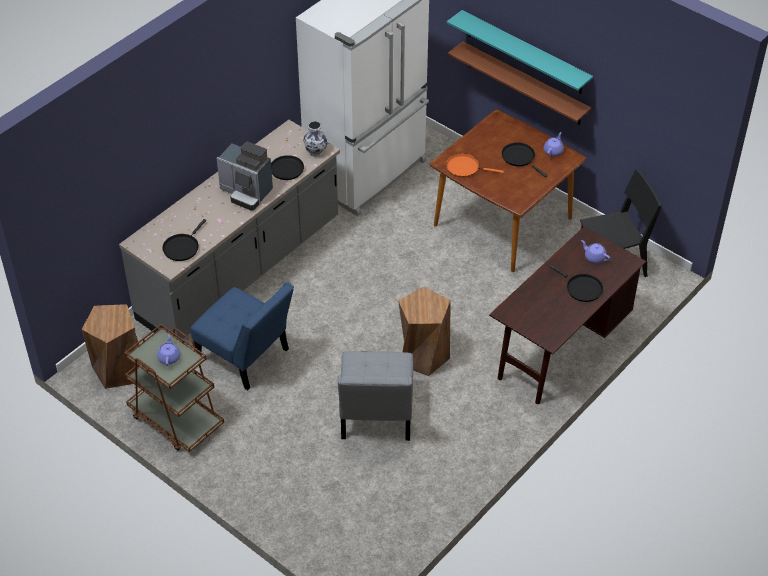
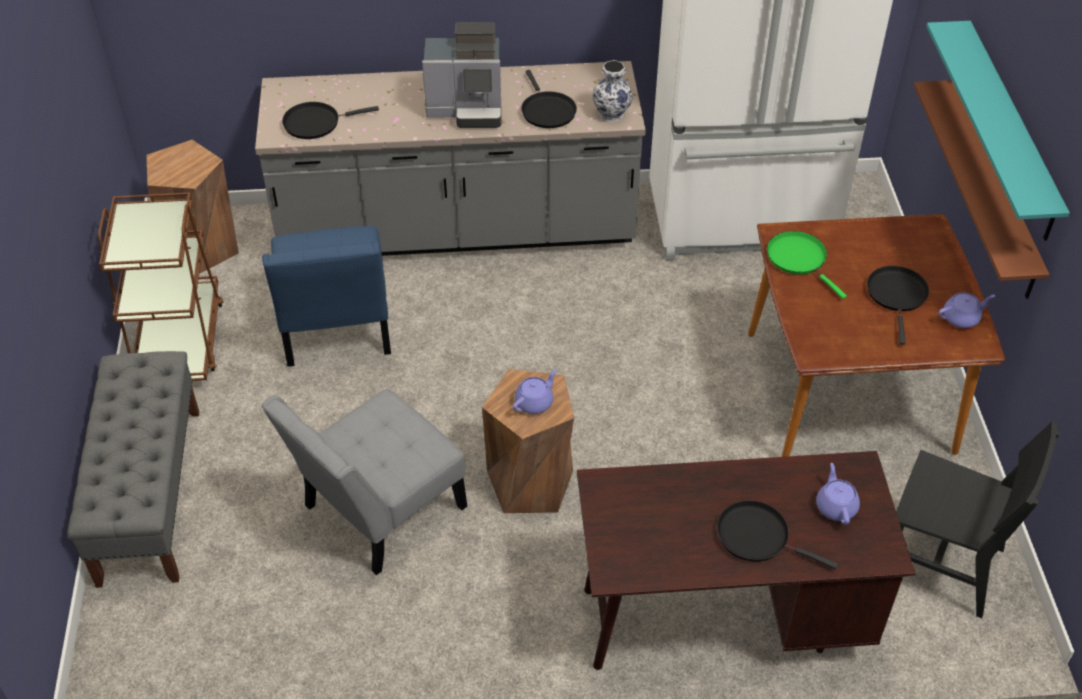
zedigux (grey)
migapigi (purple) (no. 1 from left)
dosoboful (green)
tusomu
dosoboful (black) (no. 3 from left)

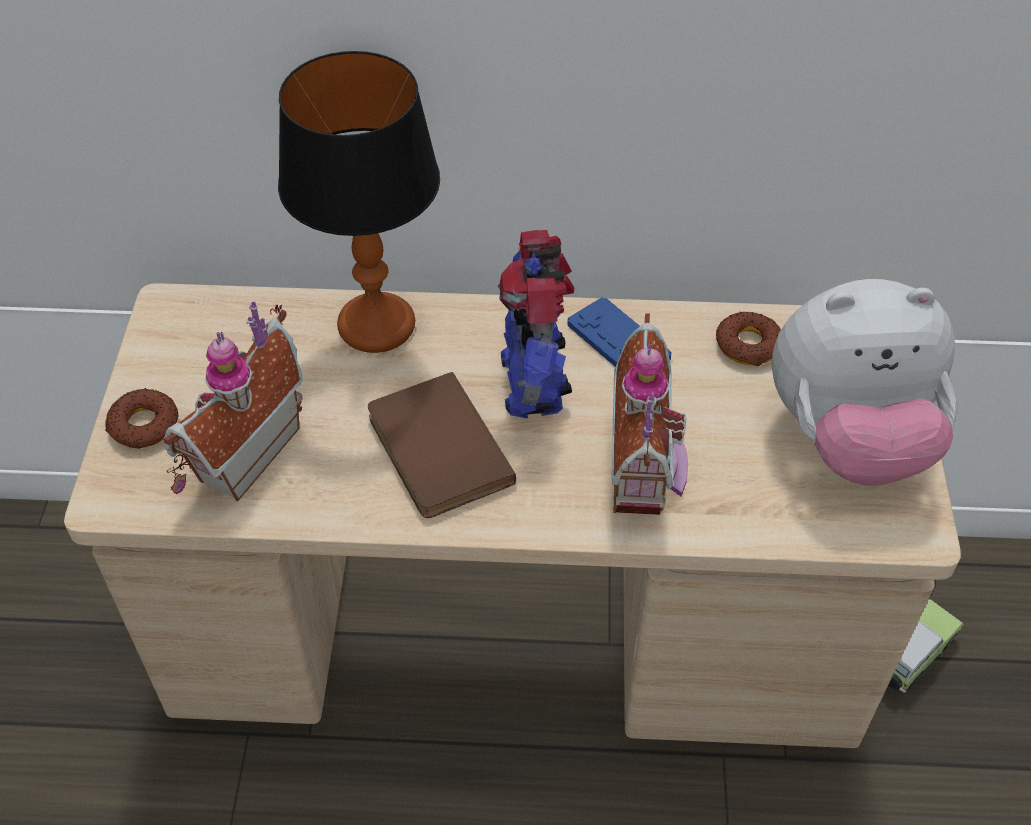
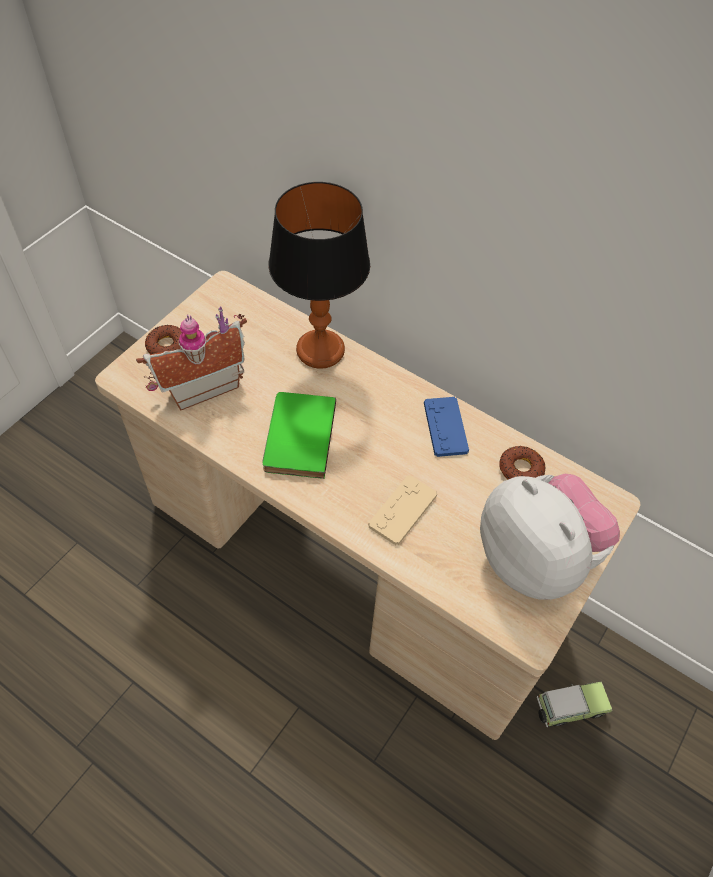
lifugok
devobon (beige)
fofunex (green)
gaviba

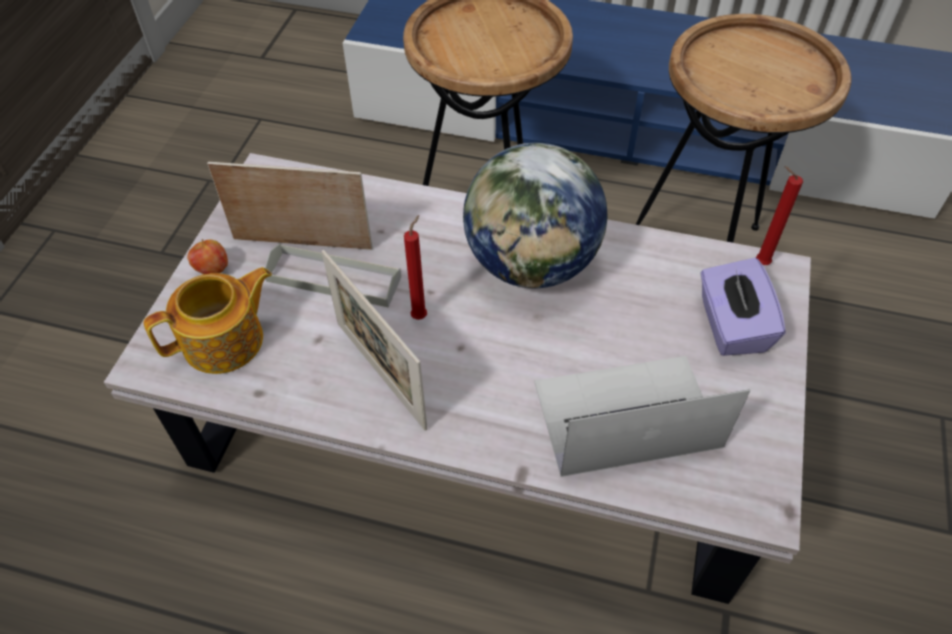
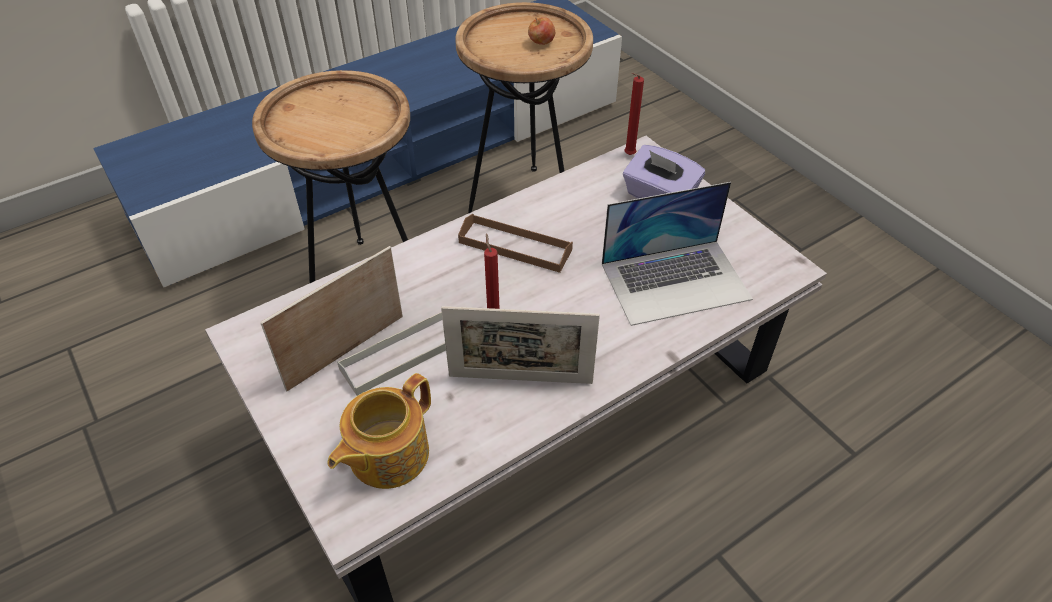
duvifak
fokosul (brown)
migapigi
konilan

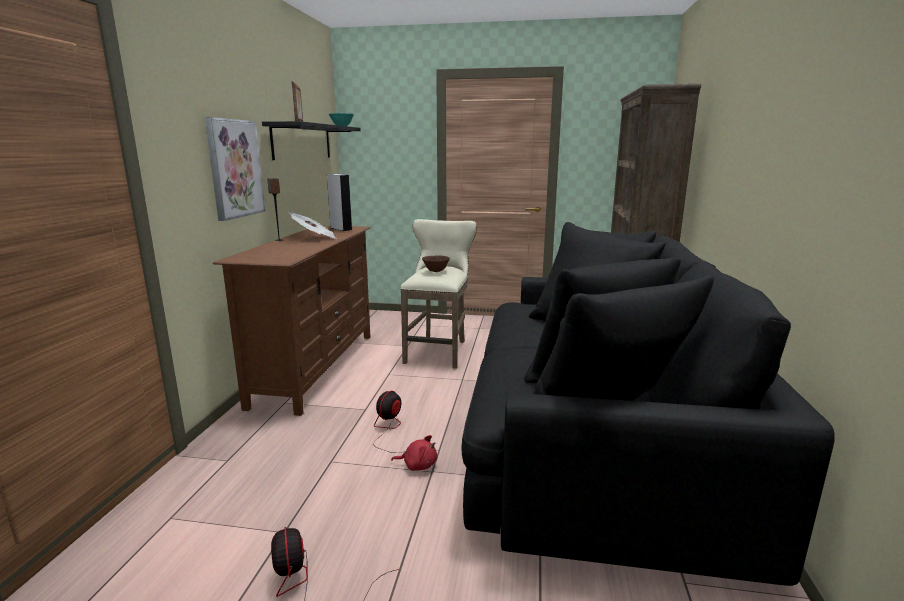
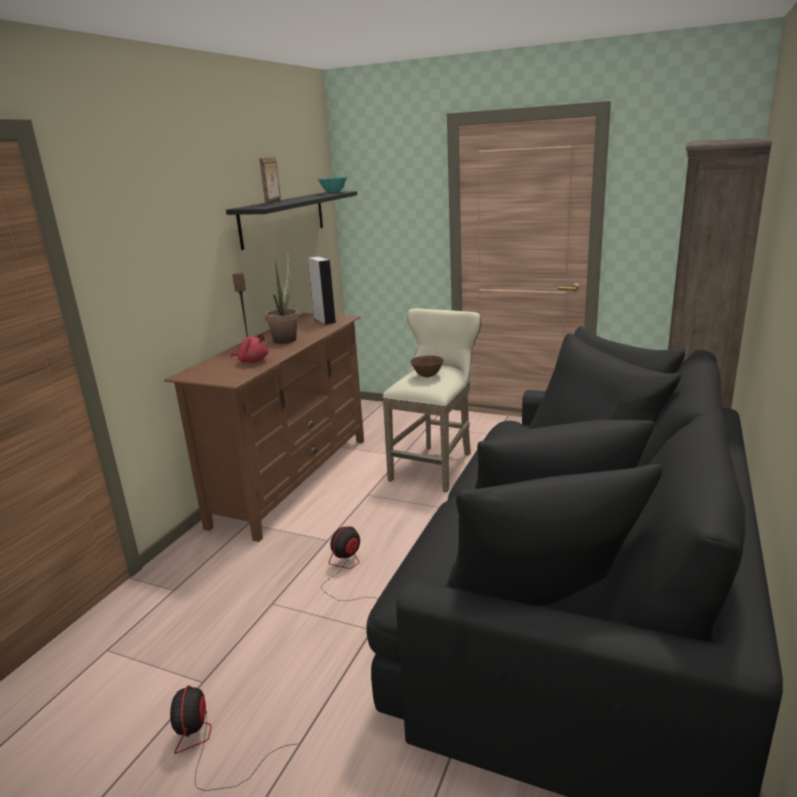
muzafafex
gaviba (red)
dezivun

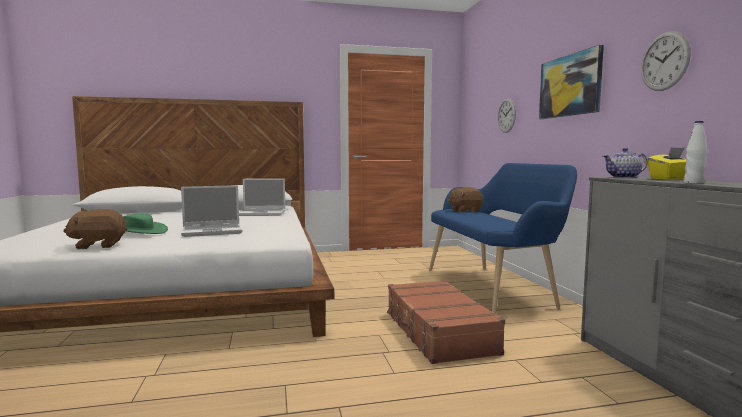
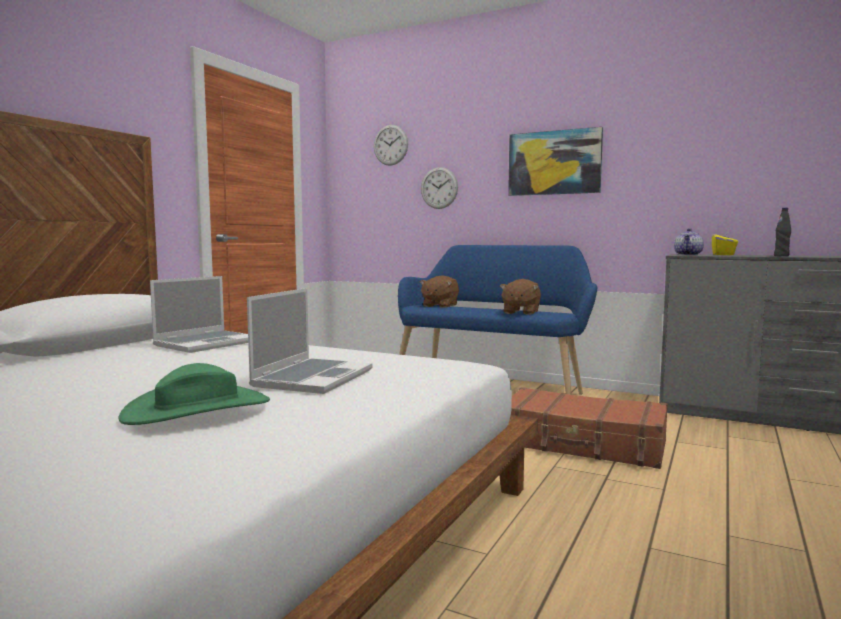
gaviba (brown) (no. 2 from left)
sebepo (no. 1 from left)
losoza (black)

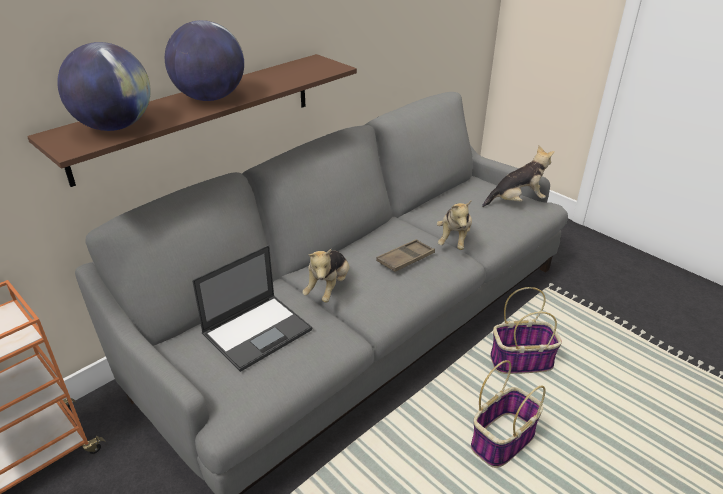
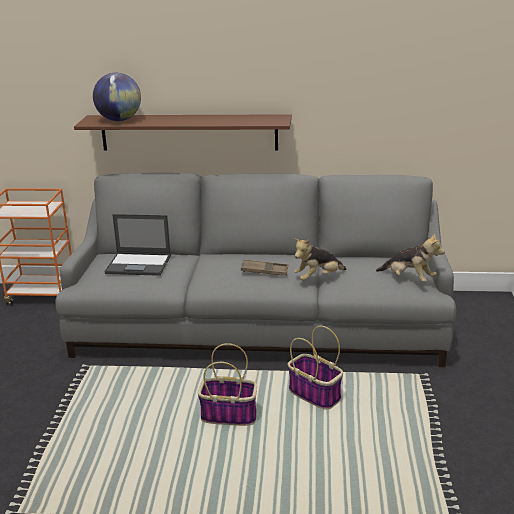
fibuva (no. 2 from left in the first image)
gaviba (no. 1 from left in the first image)

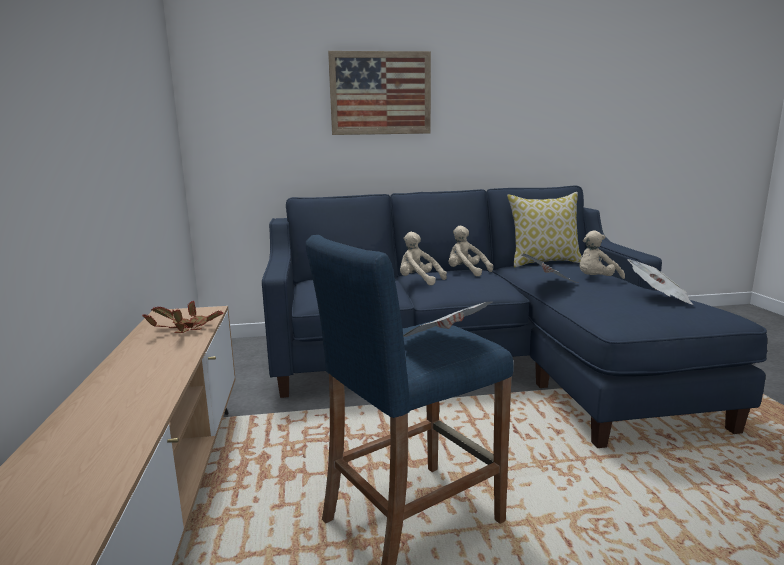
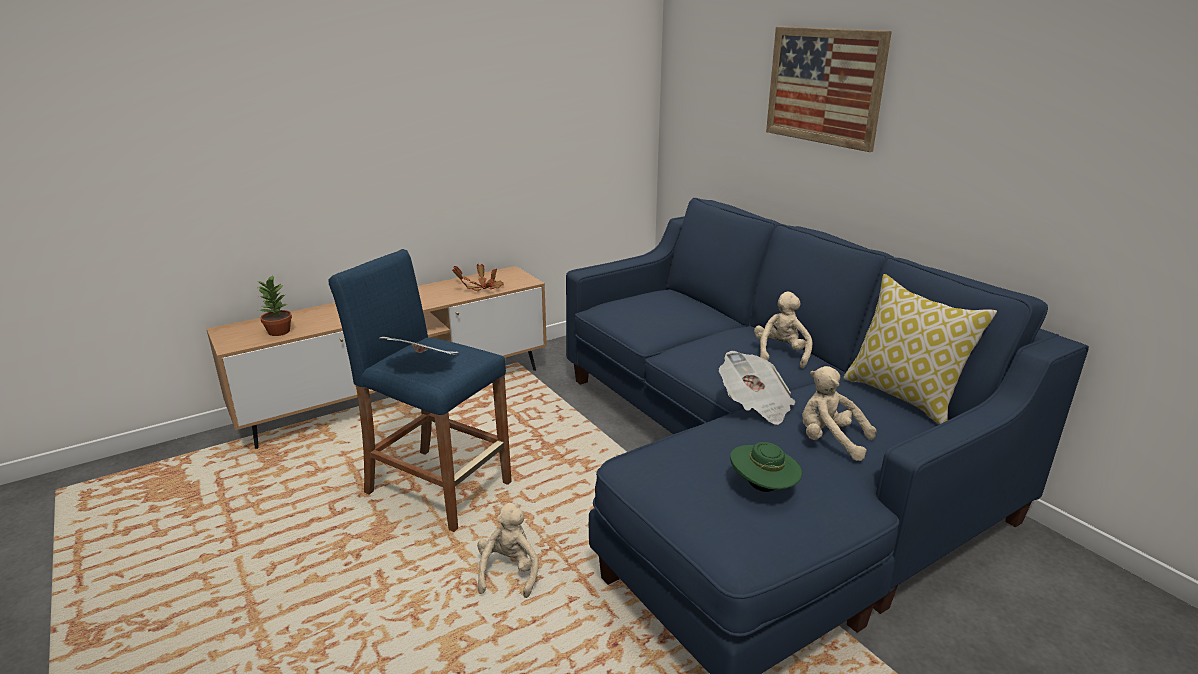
dezivun (no. 1 from left)
gaviba (beige) (no. 1 from left)
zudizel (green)

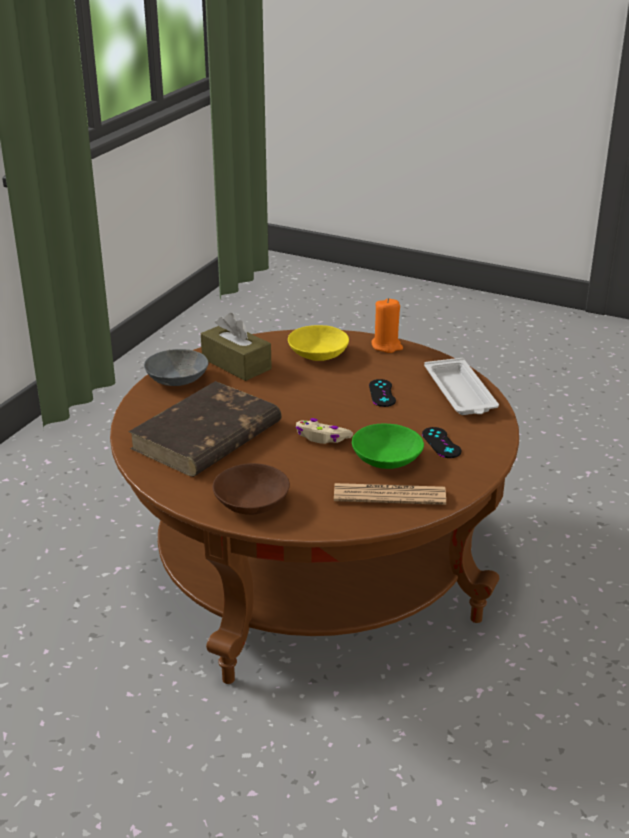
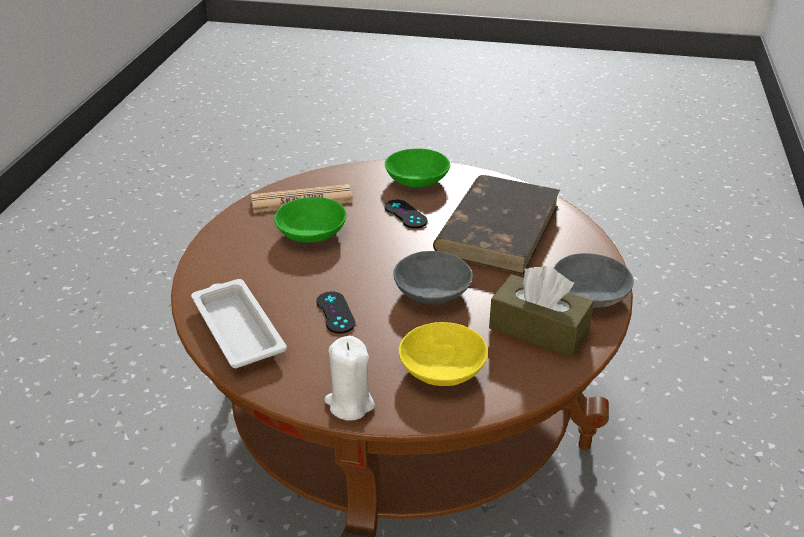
devobon (beige)
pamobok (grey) (no. 1 from left)
devobon (black) (no. 2 from left)
pamobok (green) (no. 2 from left)
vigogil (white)

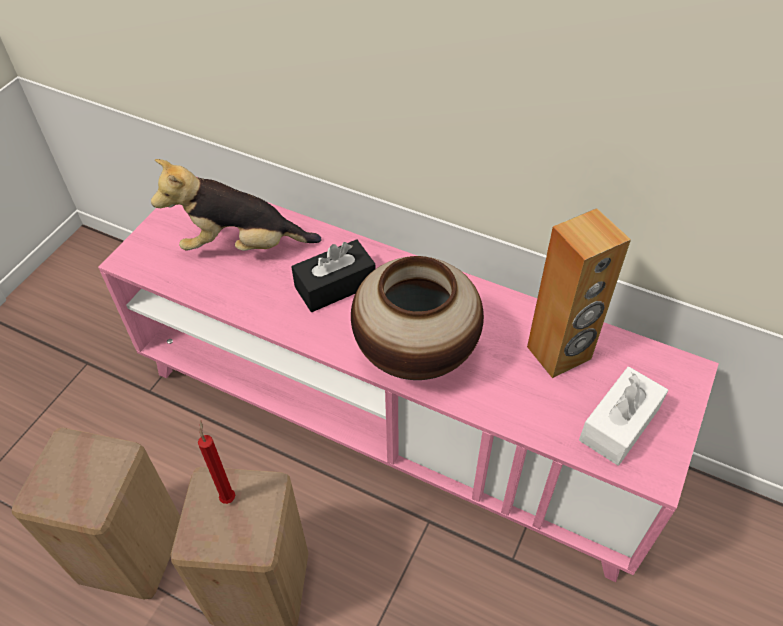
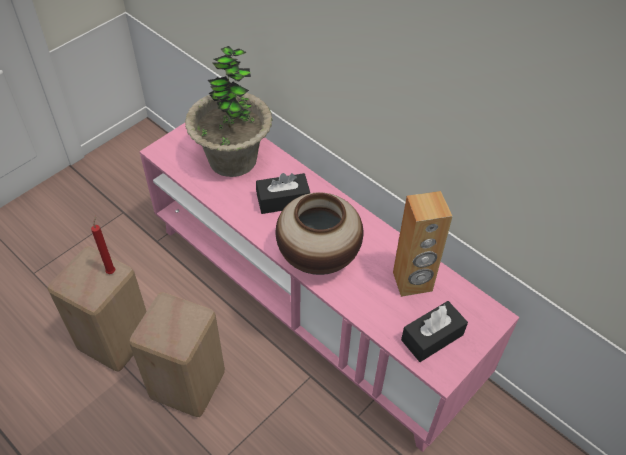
vigogil (red)
dezivun
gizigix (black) (no. 2 from left)

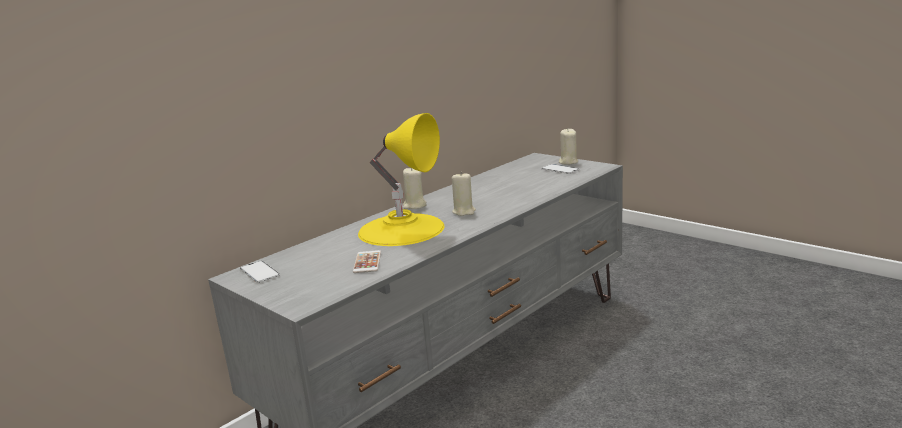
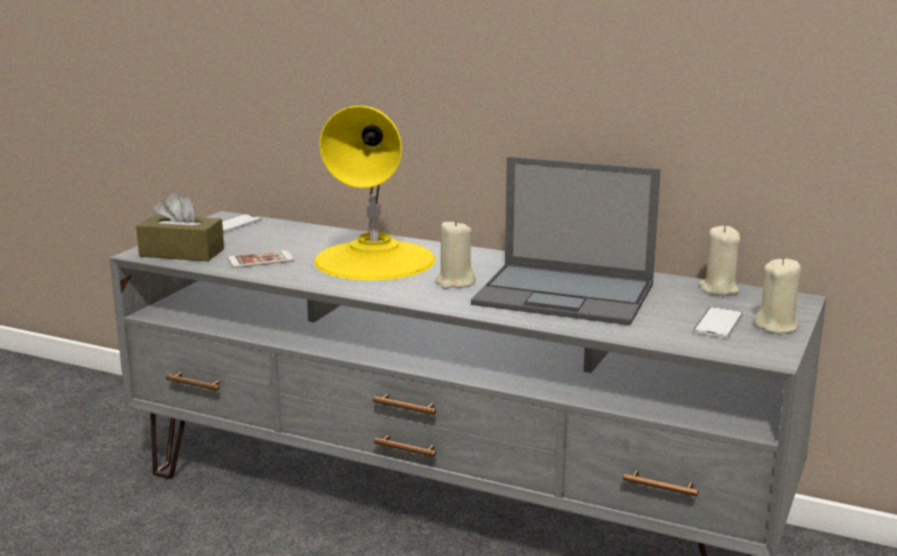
gizigix (brown)
konilan
vigogil (beige) (no. 2 from left)

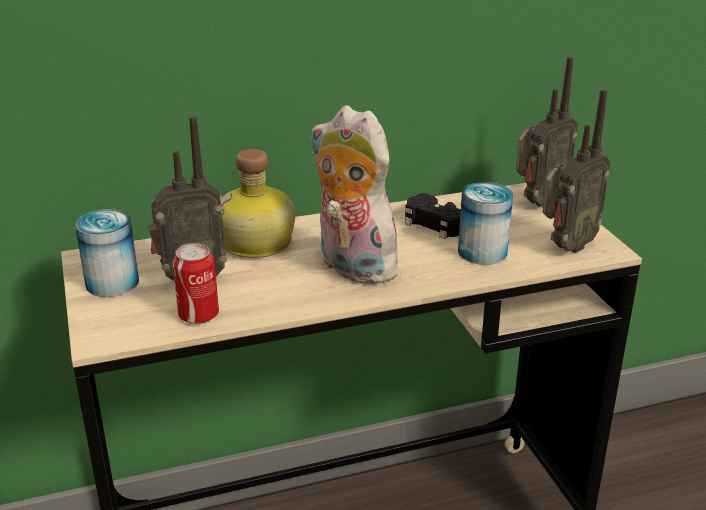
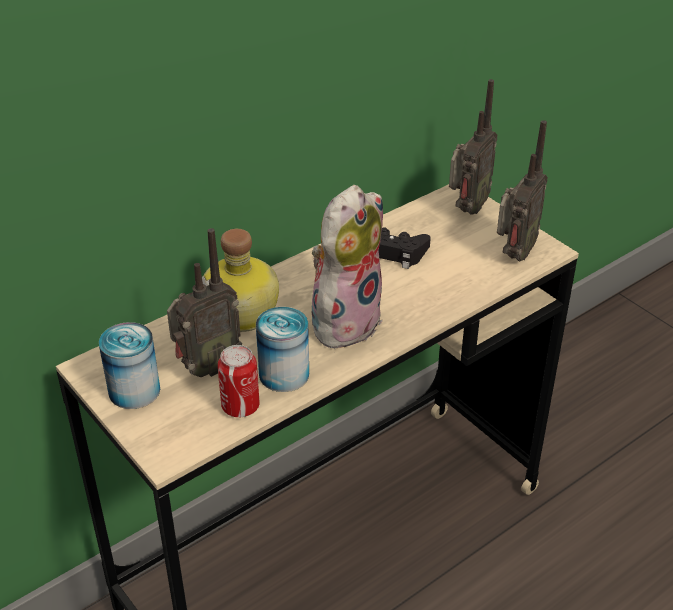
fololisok (no. 3 from left)
gaviba

